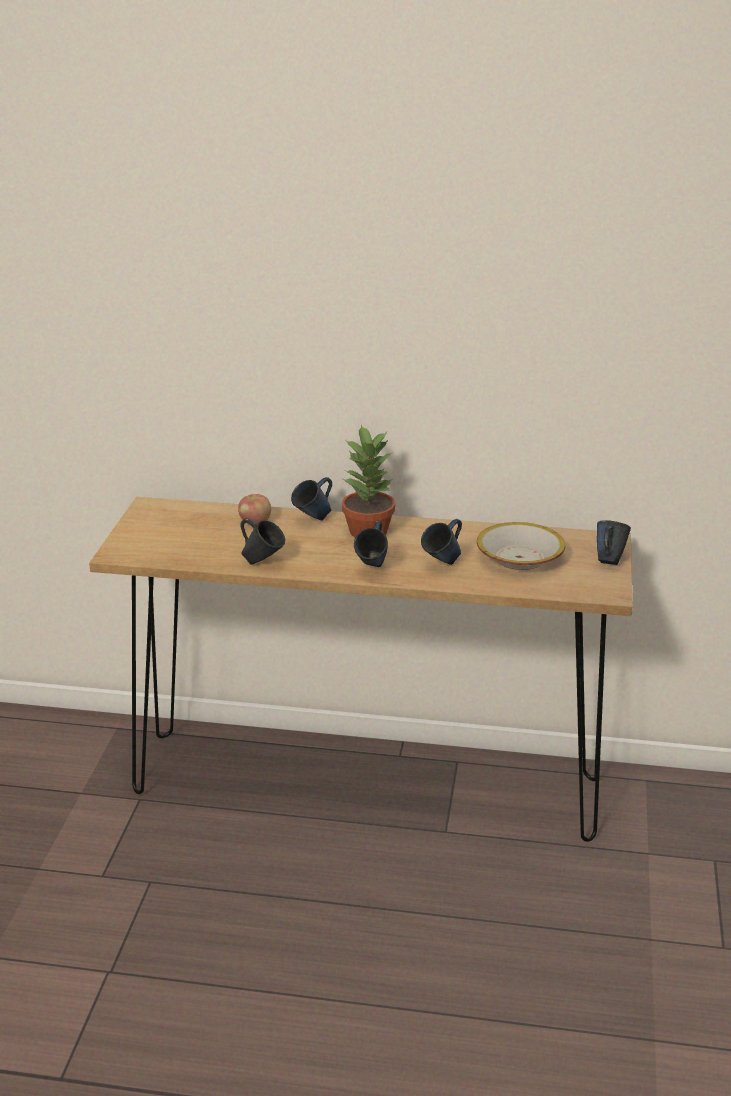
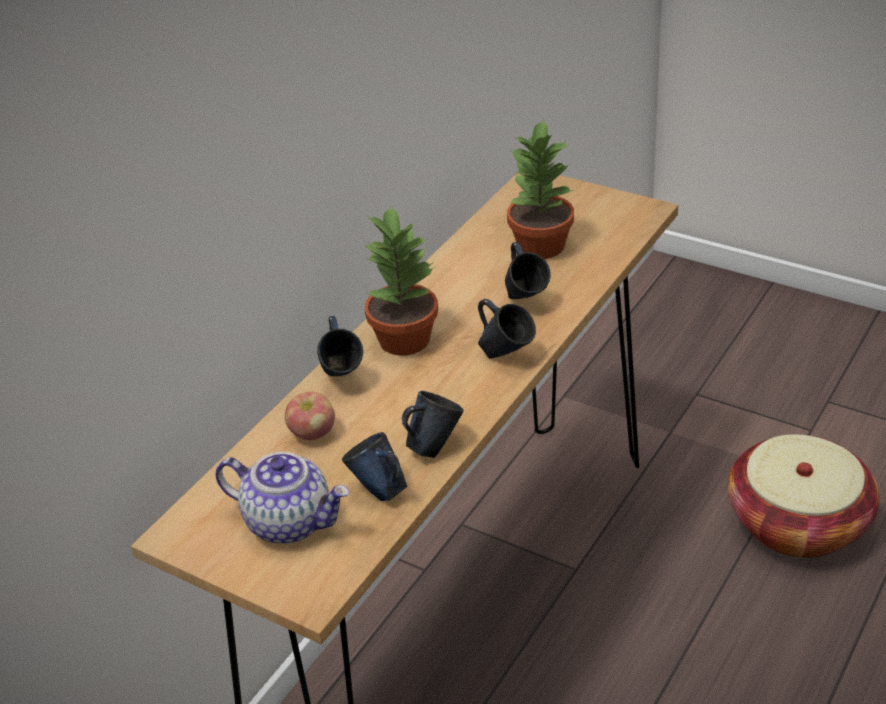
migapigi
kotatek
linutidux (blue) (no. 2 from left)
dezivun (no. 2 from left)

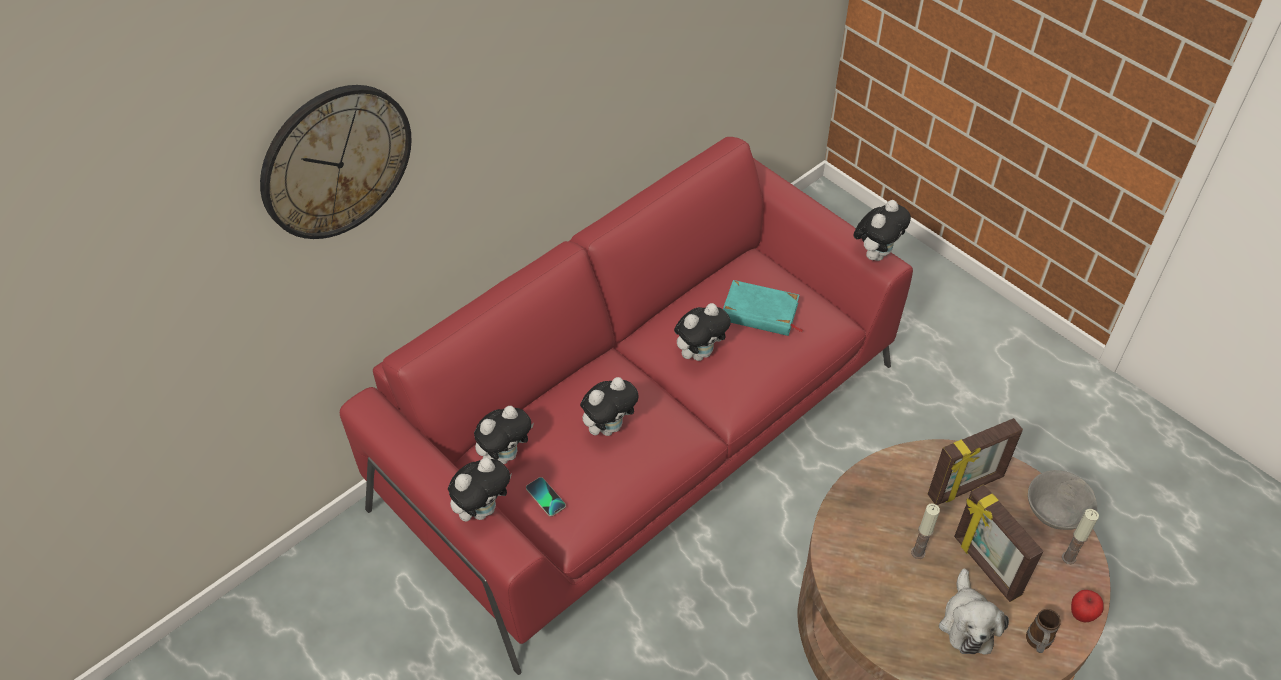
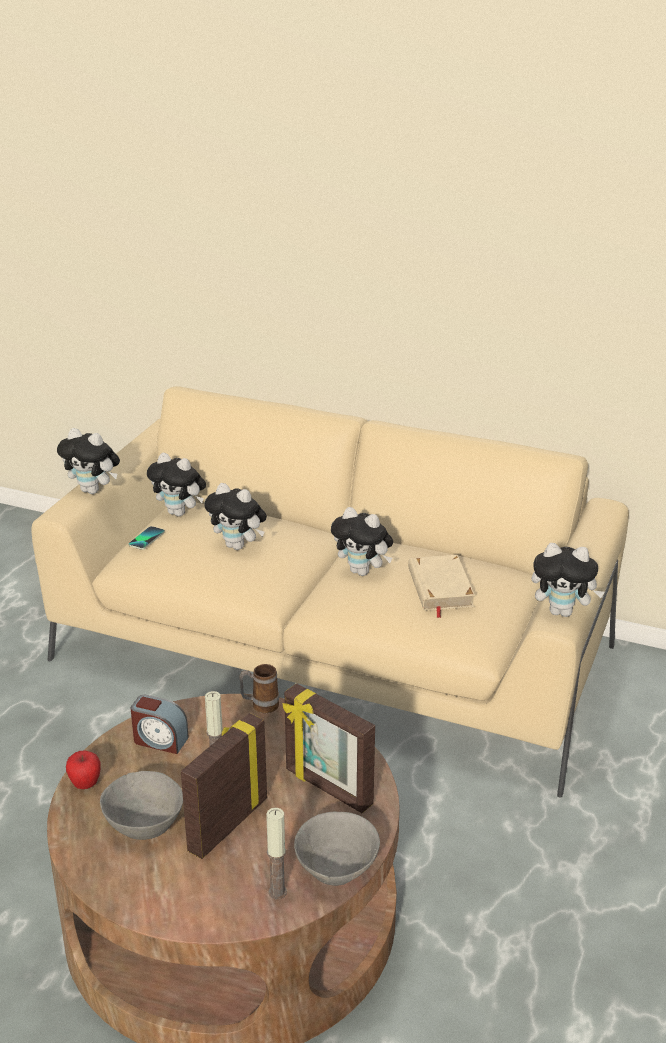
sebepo
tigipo
linutidux
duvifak
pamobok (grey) (no. 1 from left)
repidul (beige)
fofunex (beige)

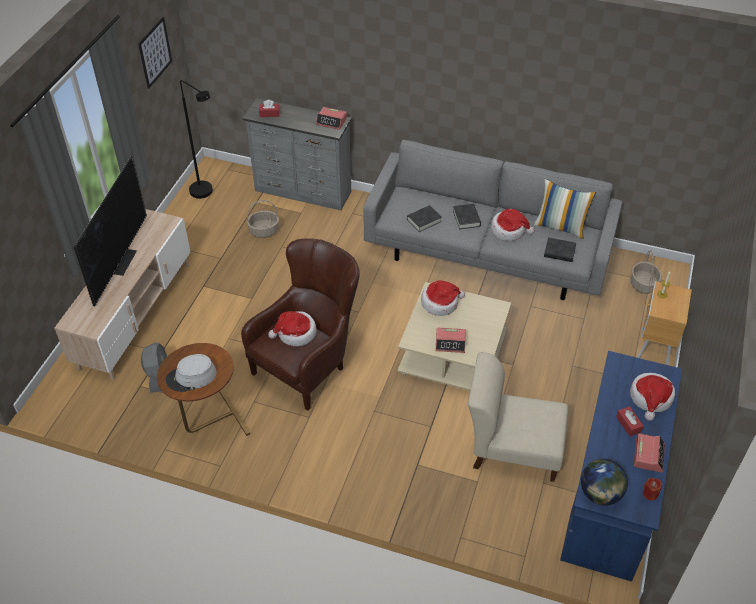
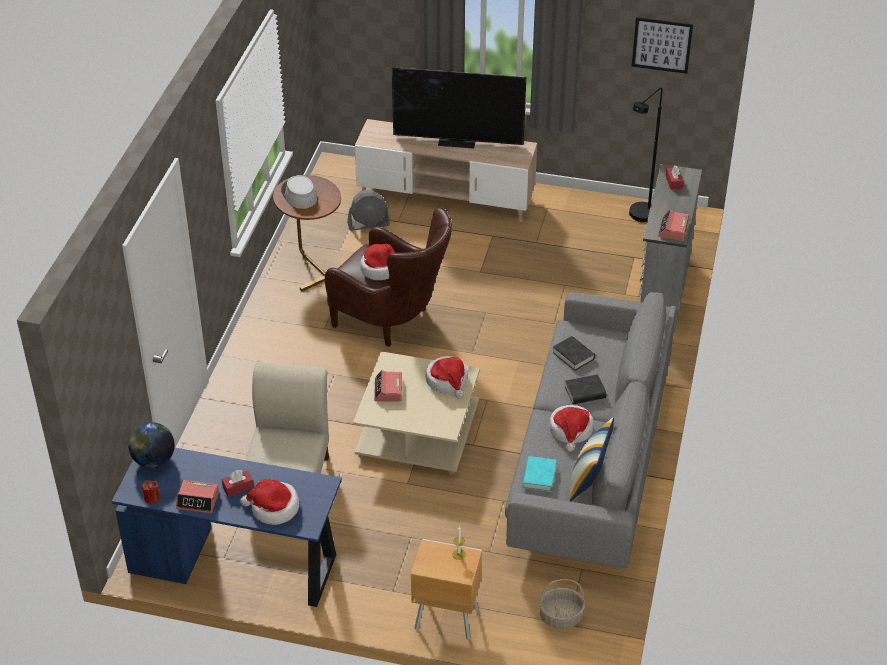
kotatek (no. 1 from left in the first image)
fofunex (turquoise)

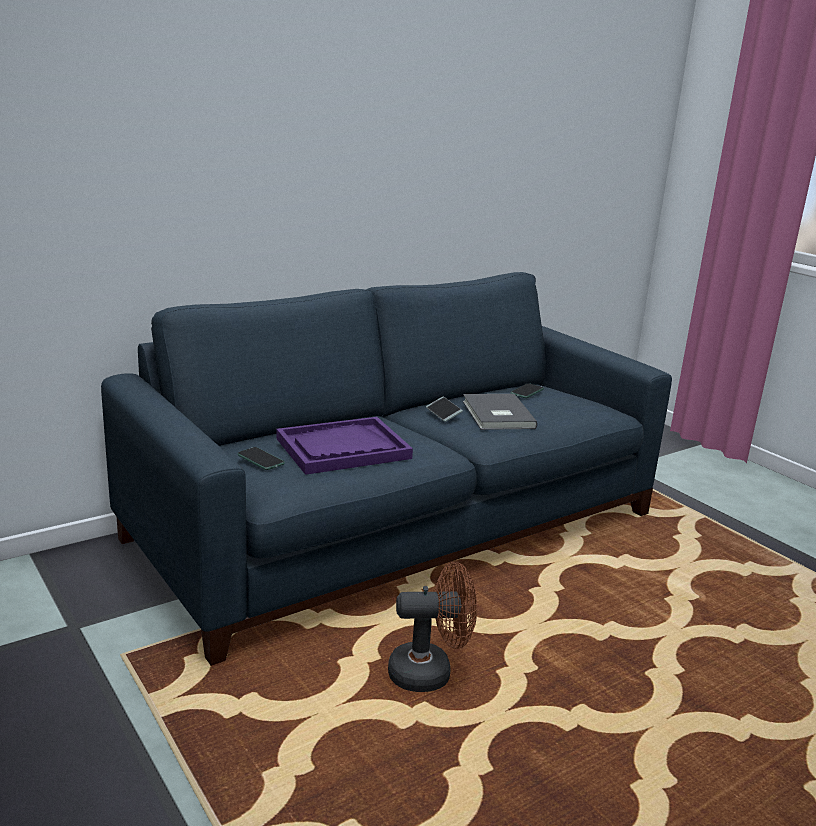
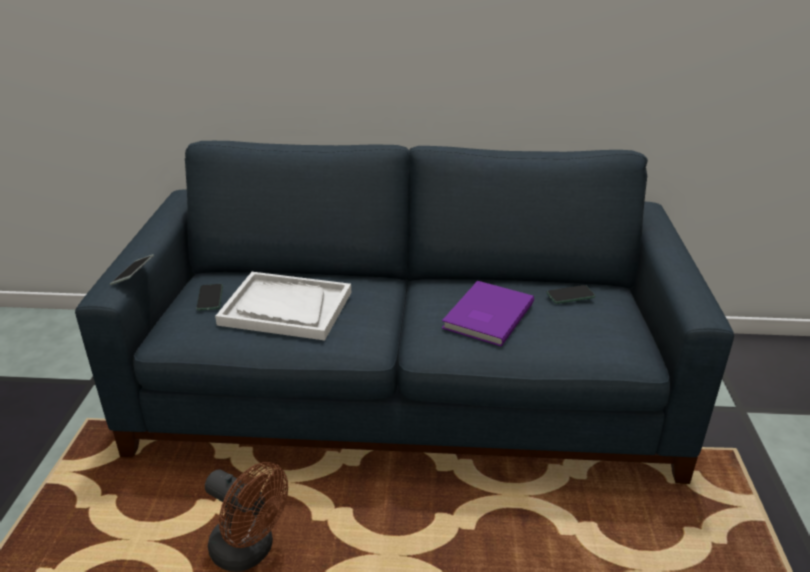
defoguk (no. 1 from left)
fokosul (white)
fofunex (purple)

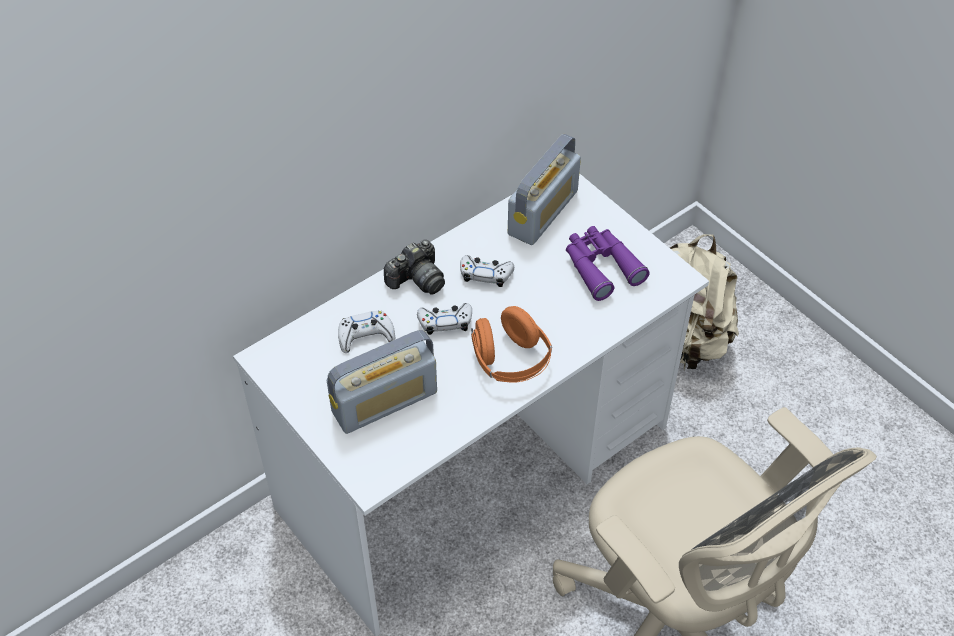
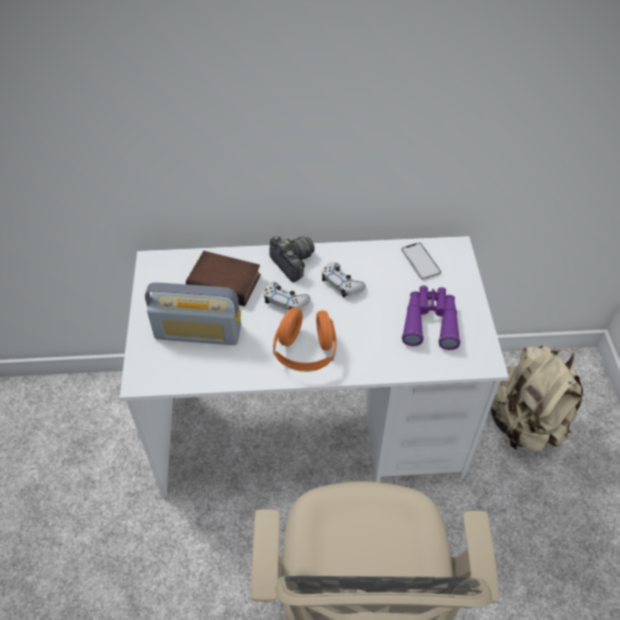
fofunex
defoguk
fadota

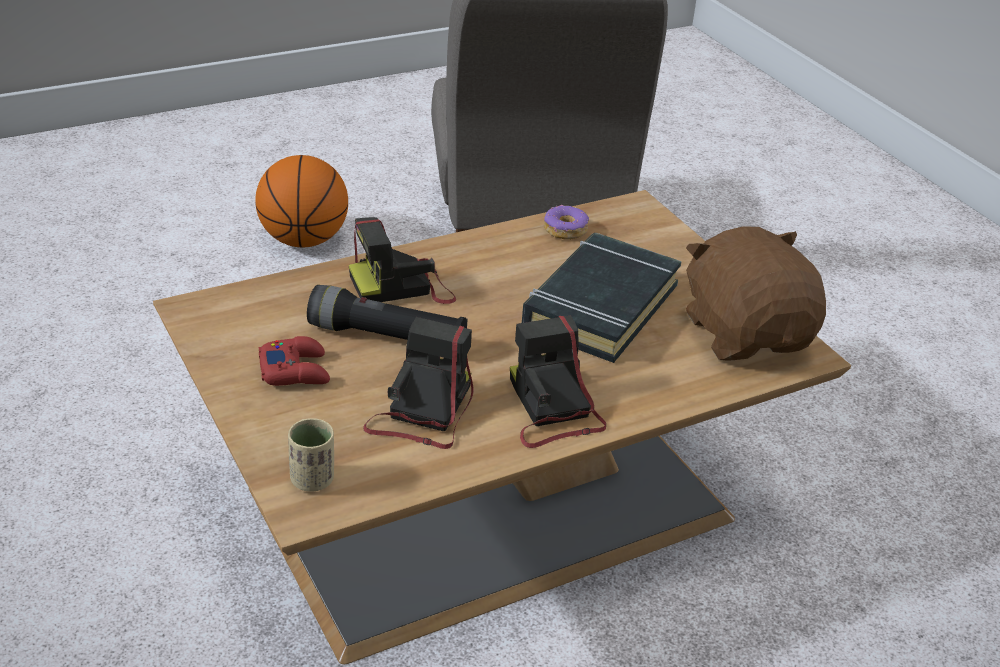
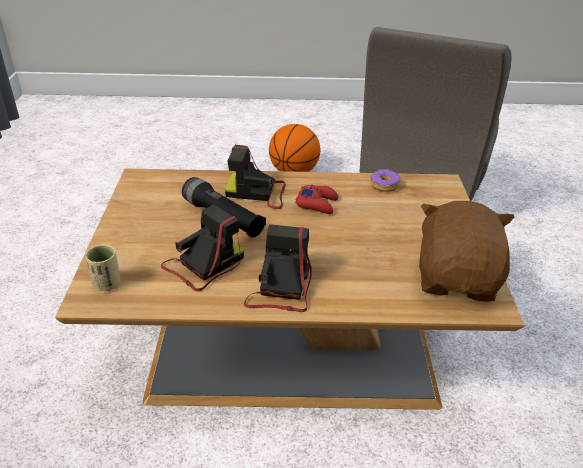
fofunex (black)
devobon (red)

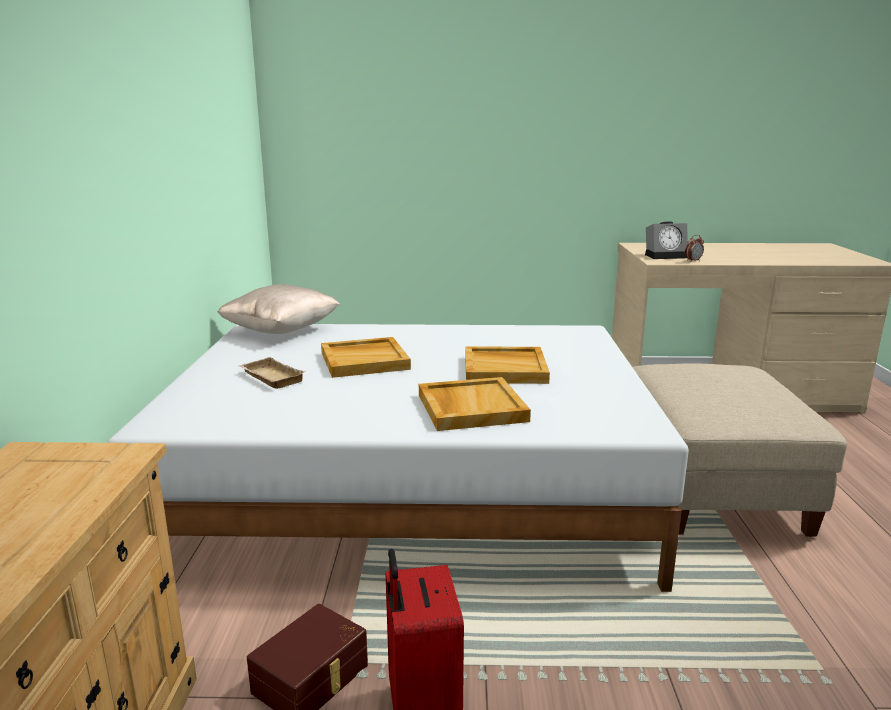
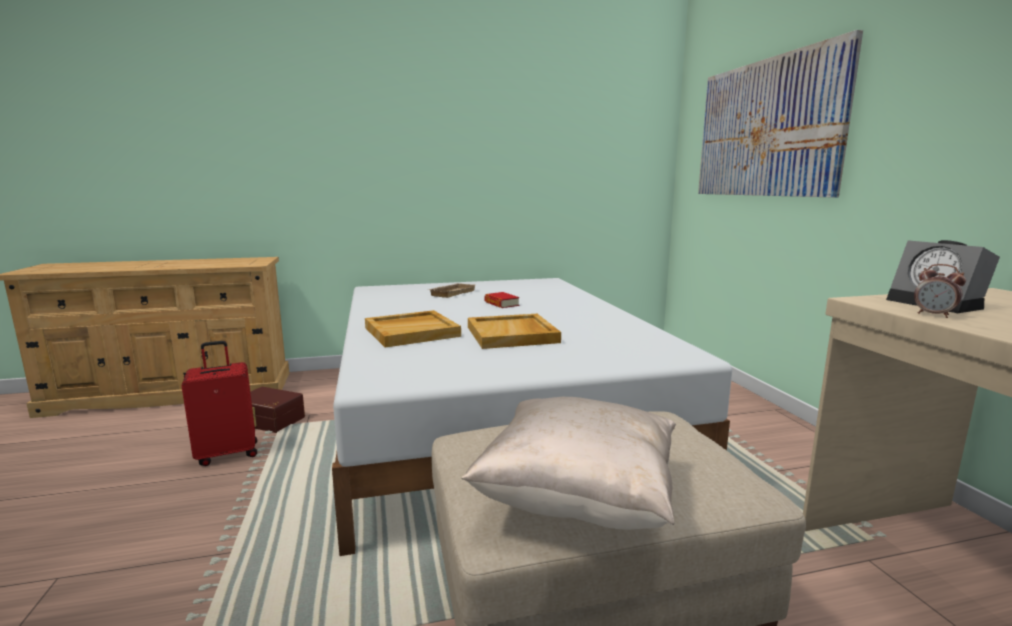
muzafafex
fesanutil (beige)
fofunex

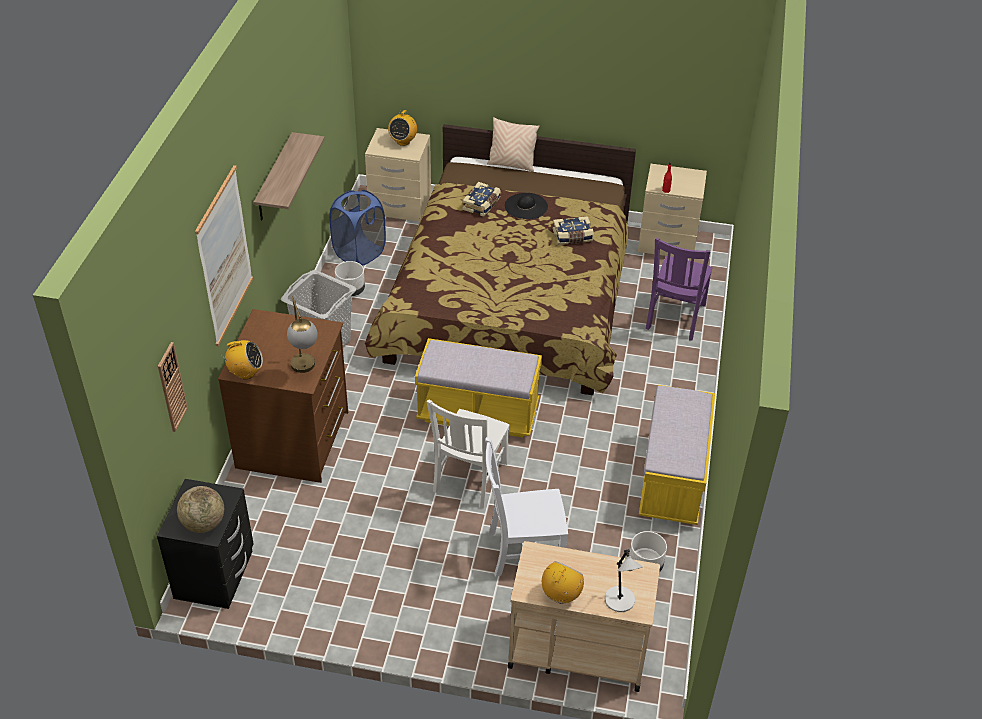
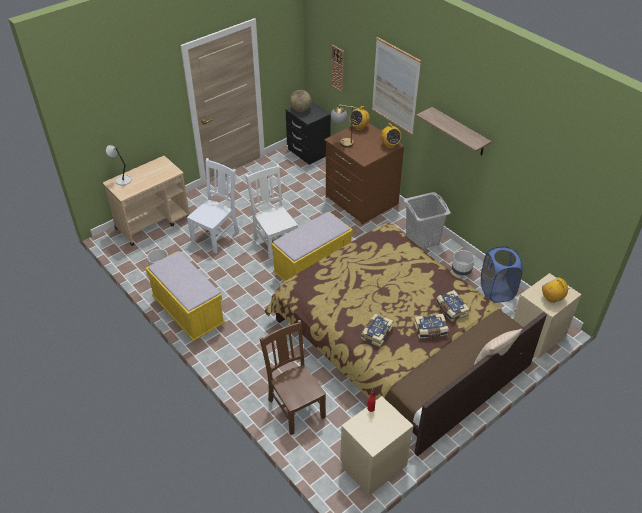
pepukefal (no. 2 from left)
fofunex (no. 2 from left)
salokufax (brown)

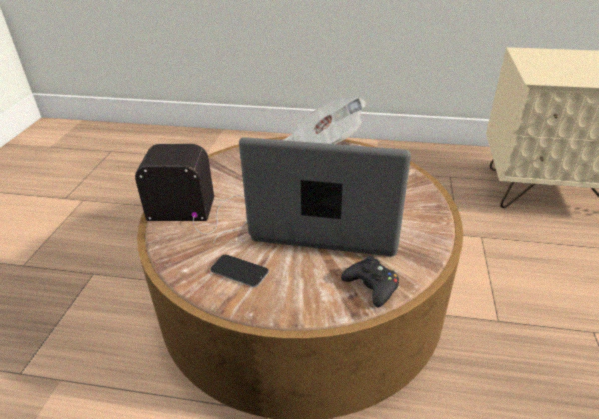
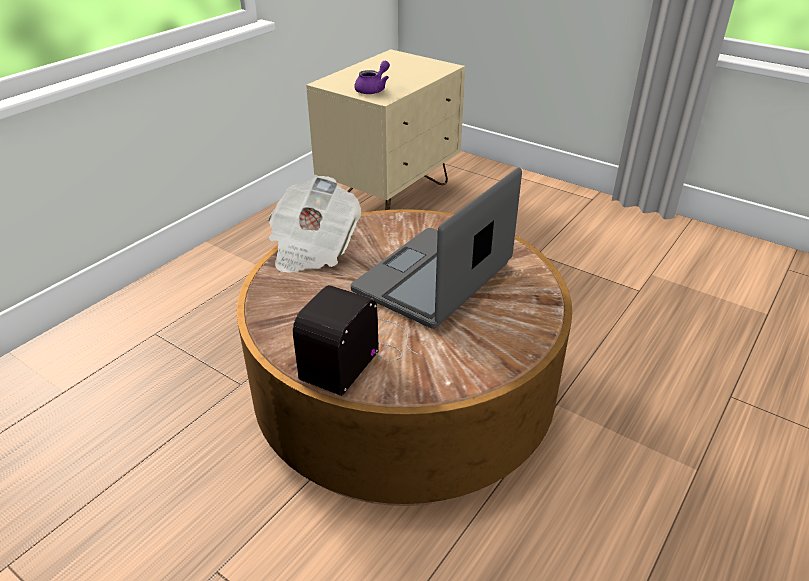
defoguk
devobon (black)
migapigi (purple)

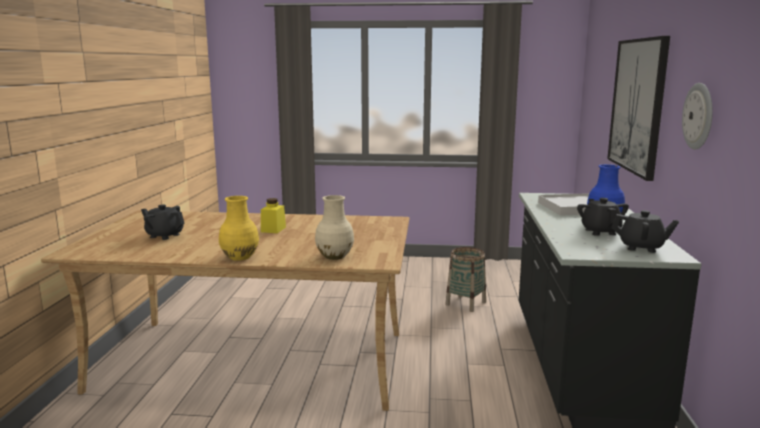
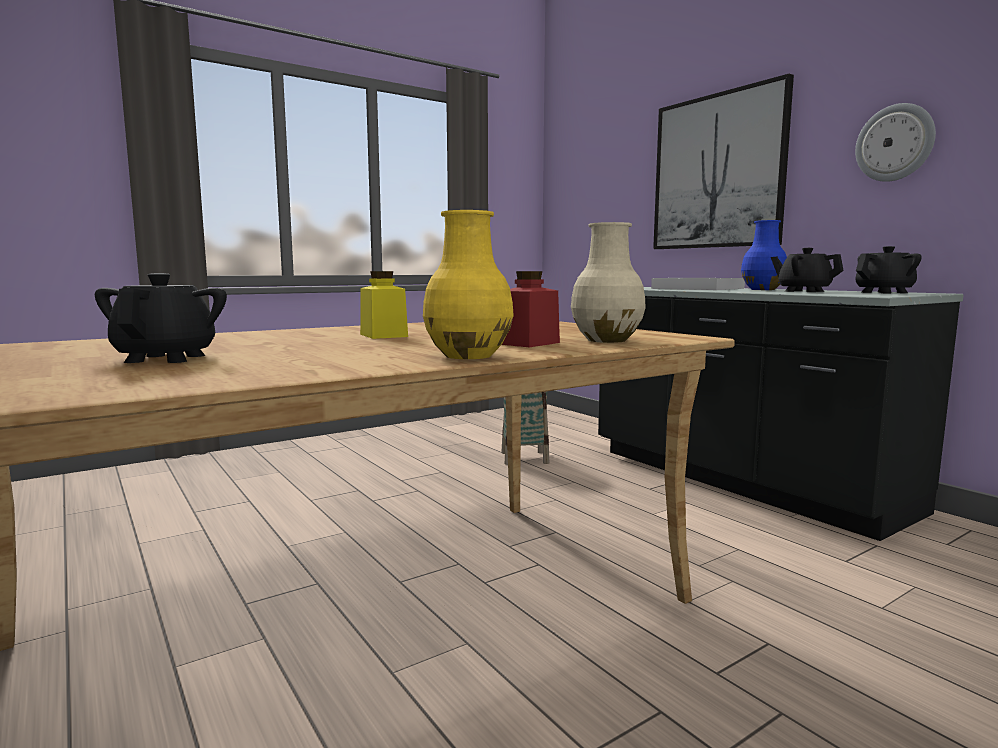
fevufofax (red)
migapigi (black) (no. 1 from left)

